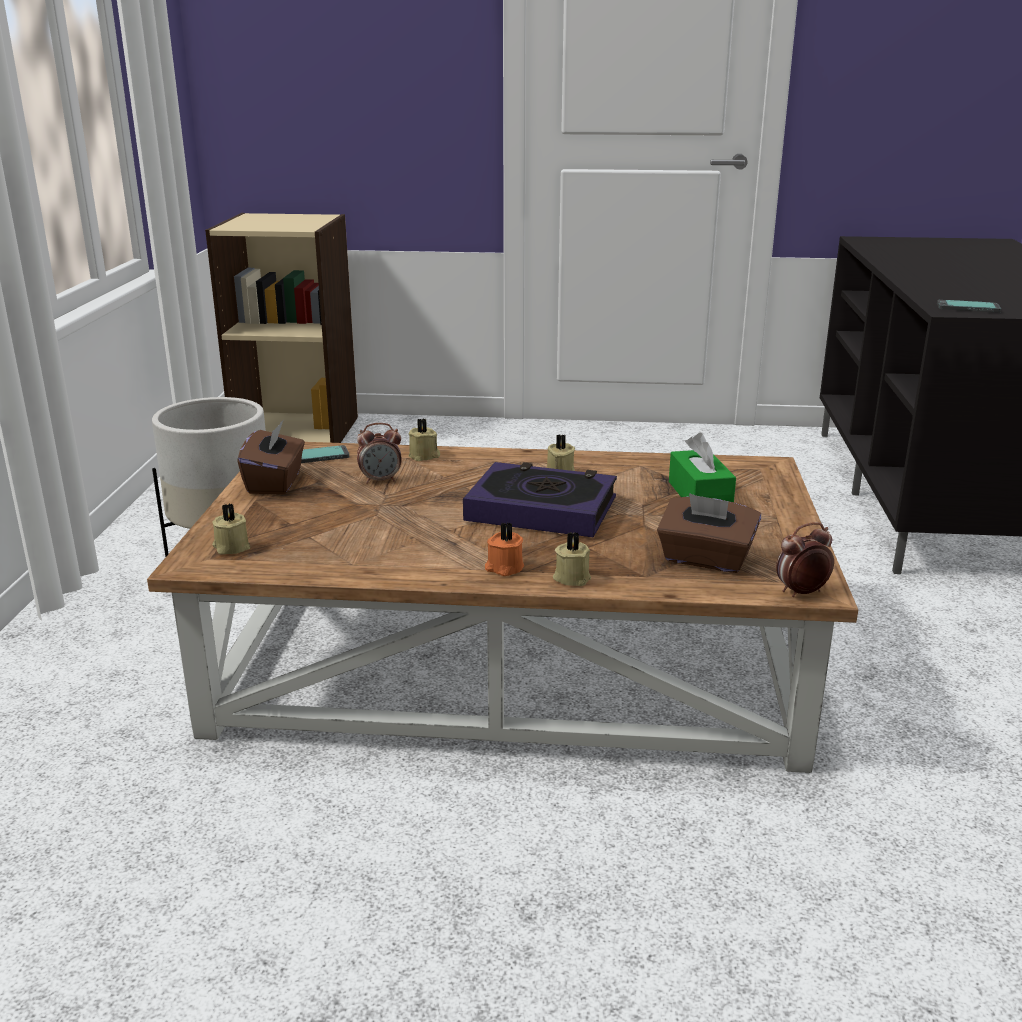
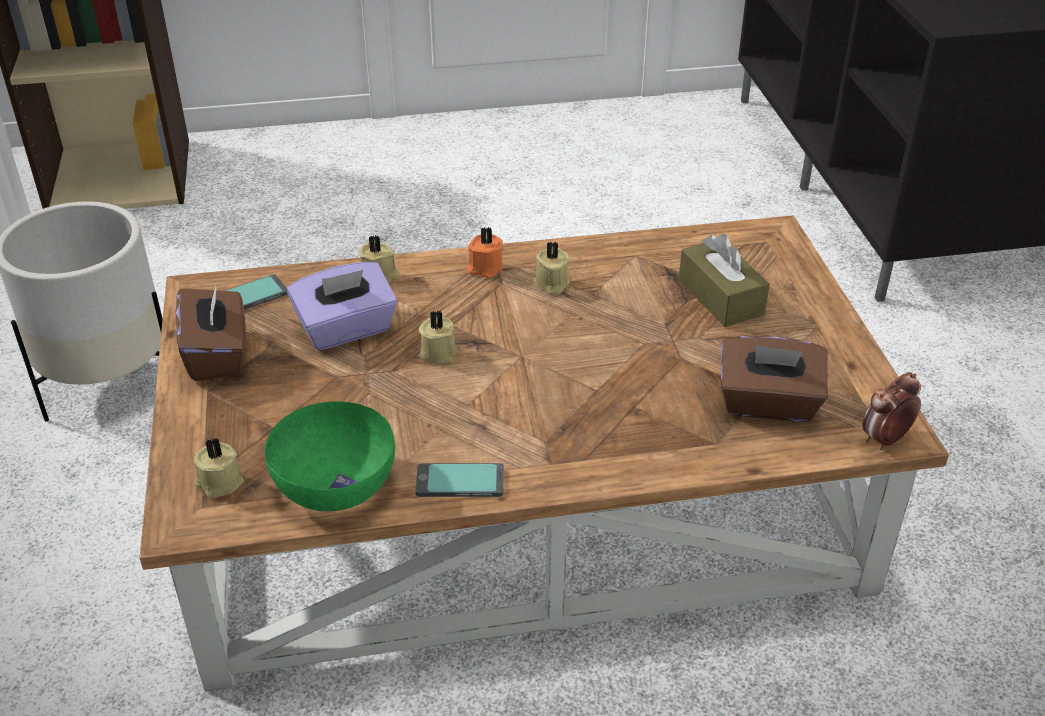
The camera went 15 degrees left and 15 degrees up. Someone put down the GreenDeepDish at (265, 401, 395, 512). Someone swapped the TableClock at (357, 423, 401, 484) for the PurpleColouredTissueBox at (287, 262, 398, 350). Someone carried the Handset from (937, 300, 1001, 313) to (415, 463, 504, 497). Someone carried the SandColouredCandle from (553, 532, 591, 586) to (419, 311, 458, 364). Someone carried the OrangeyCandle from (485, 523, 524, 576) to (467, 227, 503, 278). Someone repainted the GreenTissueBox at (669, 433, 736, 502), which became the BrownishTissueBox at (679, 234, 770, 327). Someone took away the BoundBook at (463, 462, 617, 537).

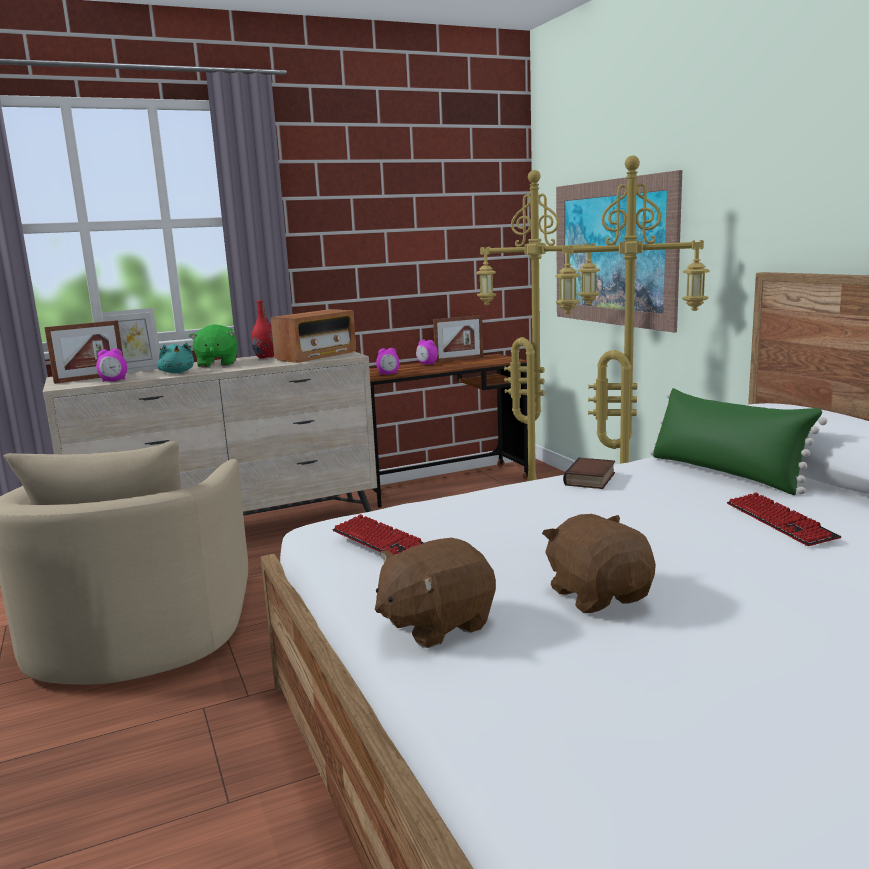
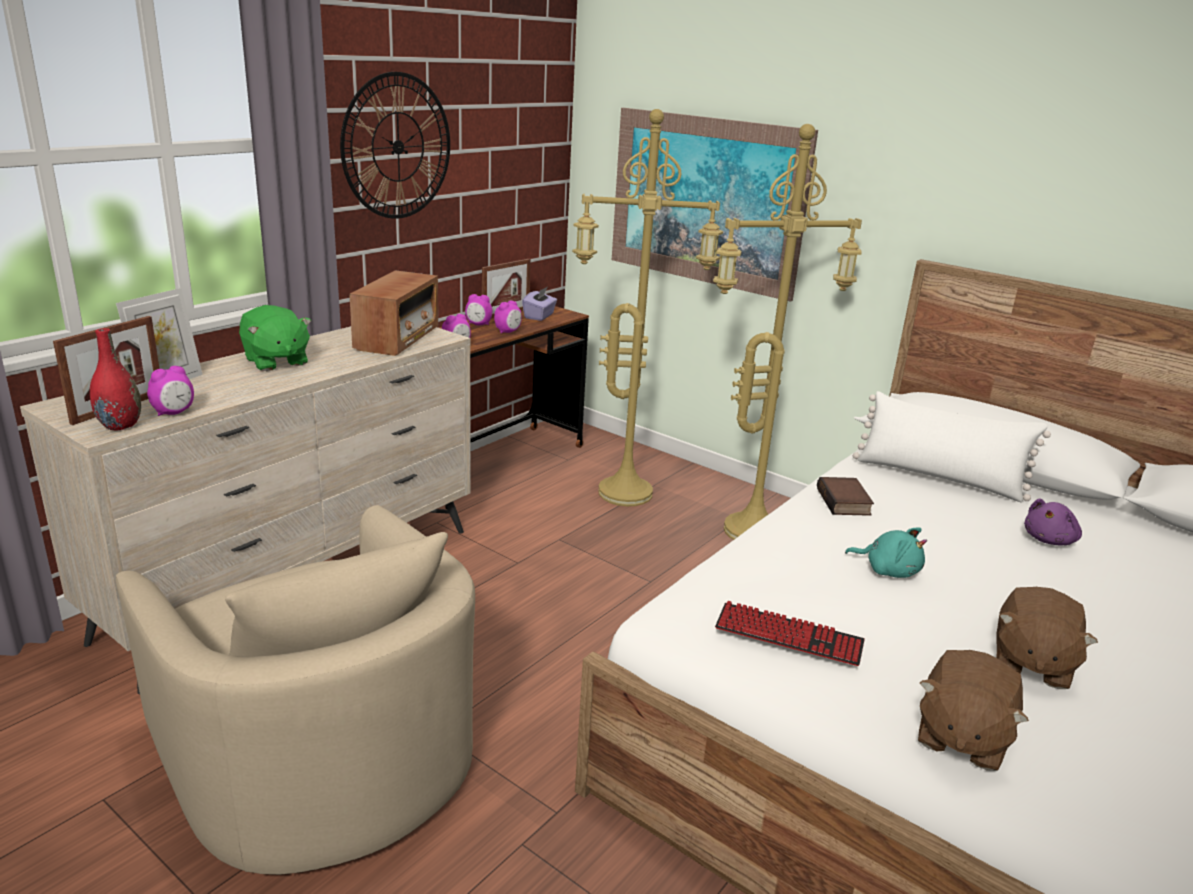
The camera went 30 degrees left and 10 degrees up. Someone carried the RedVase from (251, 300, 274, 359) to (90, 328, 141, 430). Someone put up the HangingClock at (340, 72, 450, 219). Someone put down the TableClock at (494, 300, 522, 333). Someone put down the PurpleColouredTissueBox at (522, 287, 557, 321). Someone carried the TurquoiseCuddlyToy from (157, 343, 194, 373) to (845, 528, 927, 578). Someone repainted the GreenThrowPillow at (650, 388, 827, 495), which became the WhiteColouredThrowPillow at (853, 391, 1051, 502). Someone rotated the BrownishCuddlyToy at (542, 514, 656, 613) by 105 degrees counterclockwise. Someone swapped the Keyboard at (727, 492, 841, 546) for the PurpleColouredCuddlyToy at (1024, 499, 1082, 545).

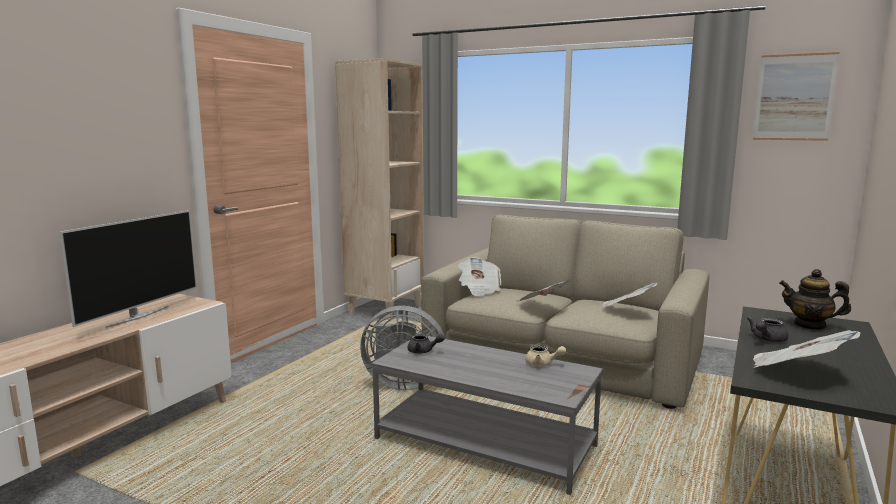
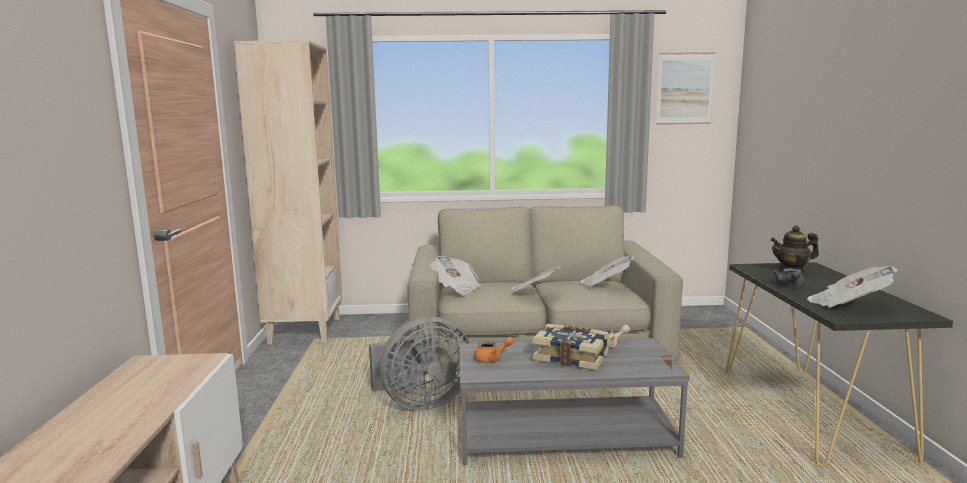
The camera went 30 degrees left and 0 degrees up. Someone repainted the GreyTeaPot at (408, 334, 445, 354), which became the OrangeyTeaPot at (474, 337, 514, 363). Someone put down the BoundBook at (533, 324, 609, 370). Someone took away the TvSet at (59, 210, 197, 328).

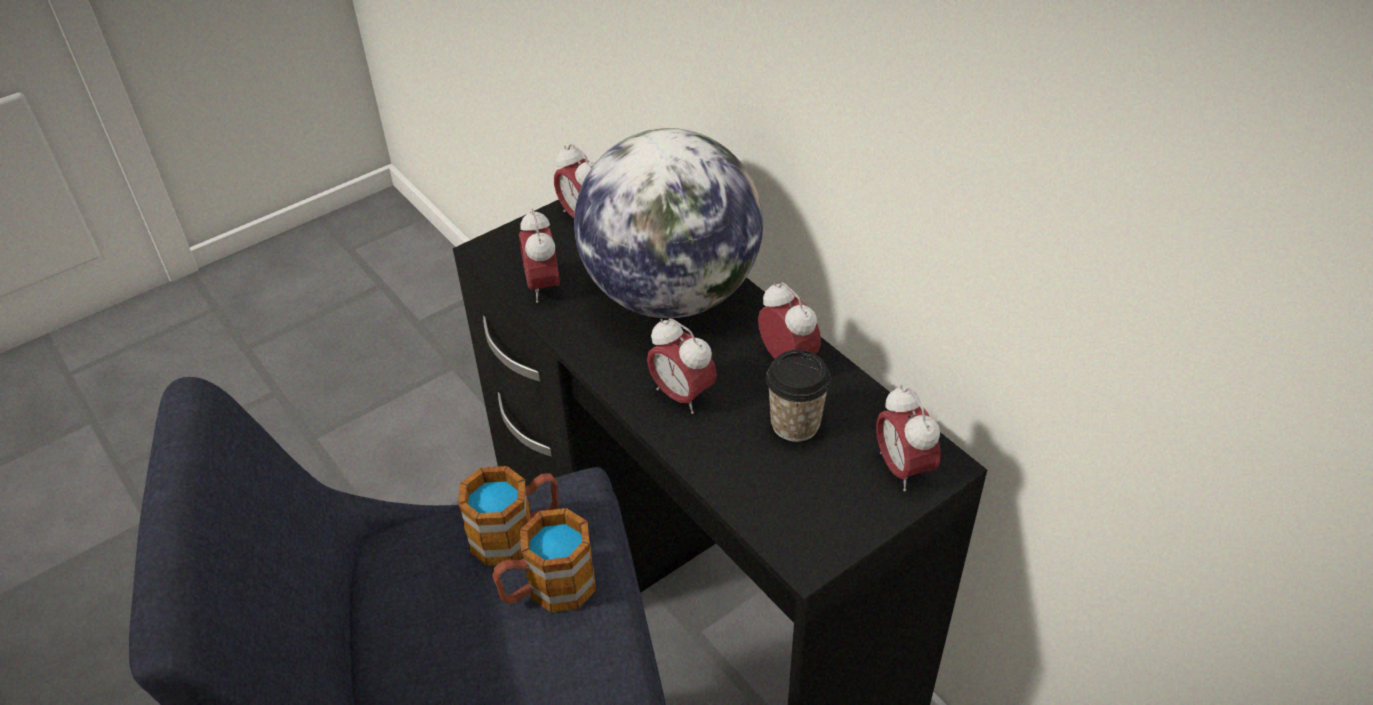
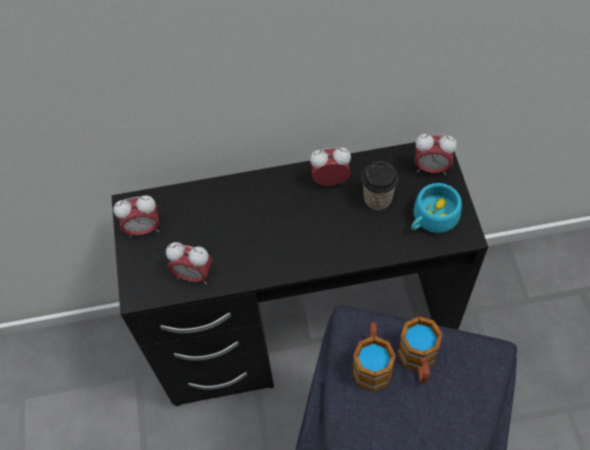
The camera went 60 degrees left and 15 degrees up. Someone put down the TurquoiseSmallCup at (411, 183, 462, 233). Someone took away the DeskGlobe at (574, 128, 763, 318). Someone took away the TableClock at (647, 318, 717, 414).

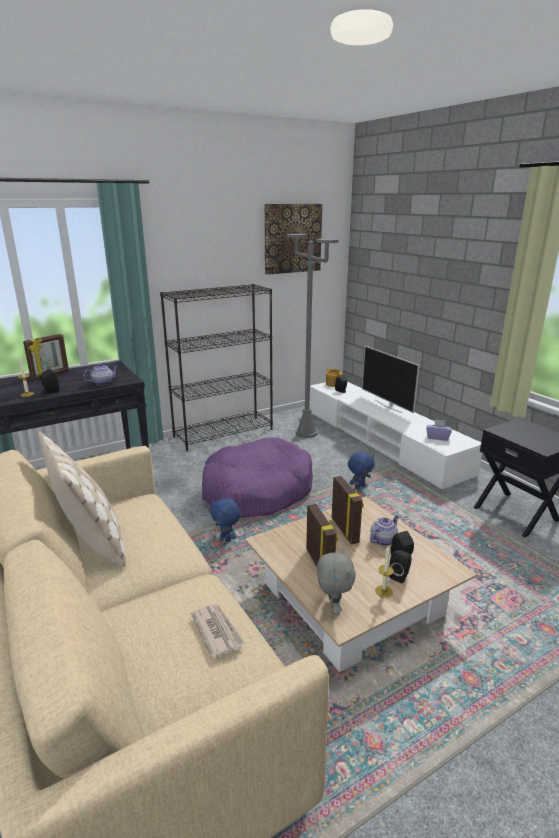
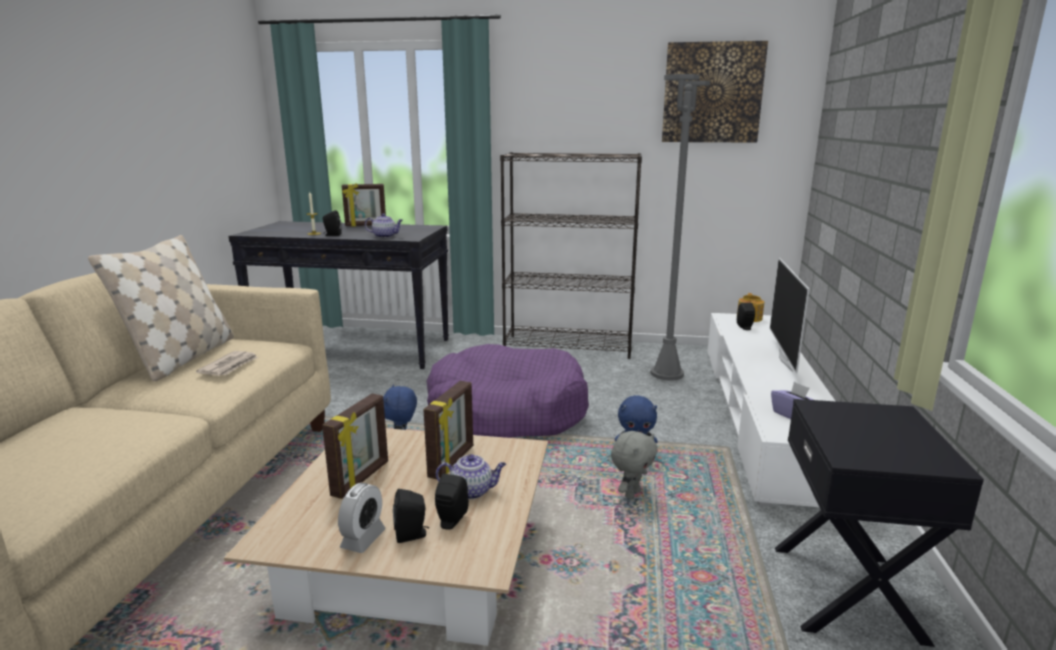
The camera went 40 degrees right and 5 degrees down. Someone carried the PrintedPaper from (191, 604, 245, 658) to (196, 351, 258, 376). Someone swapped the Candle at (375, 545, 394, 598) for the TableClock at (338, 483, 386, 553). Someone carried the GreyCuddlyToy from (317, 549, 356, 615) to (611, 431, 658, 499).

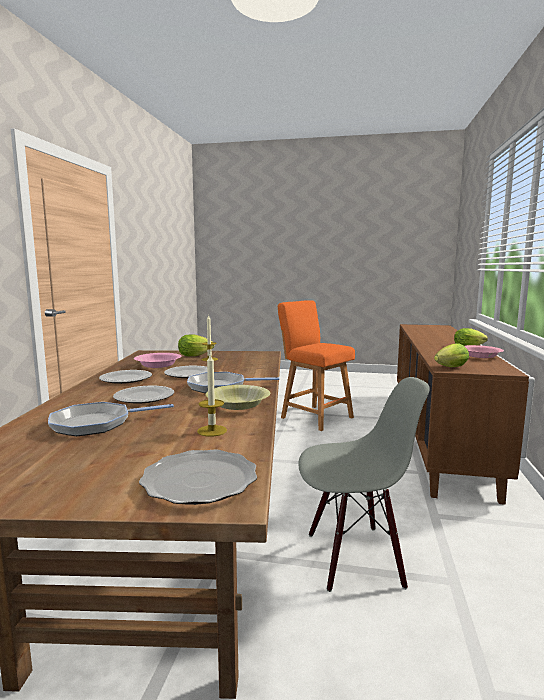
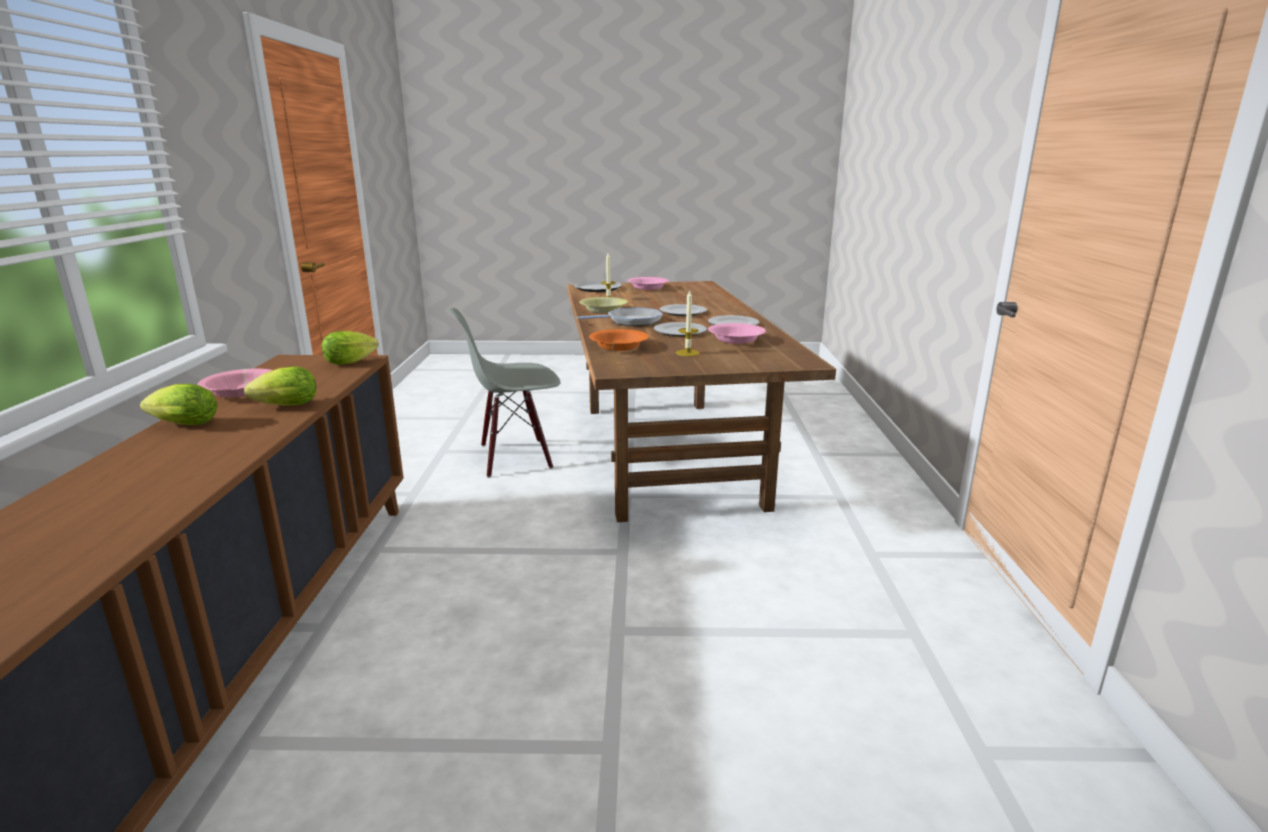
The camera went 170 degrees right and 10 degrees up. Someone carried the HeadOfLettuce from (178, 335, 214, 356) to (244, 366, 316, 406). Someone put down the OrangeyDeepDish at (589, 329, 649, 351). Someone put down the PinkDeepDish at (627, 277, 669, 290). Someone took away the FryingPan at (48, 402, 174, 436). Someone took away the OrangeyStool at (278, 300, 355, 431).

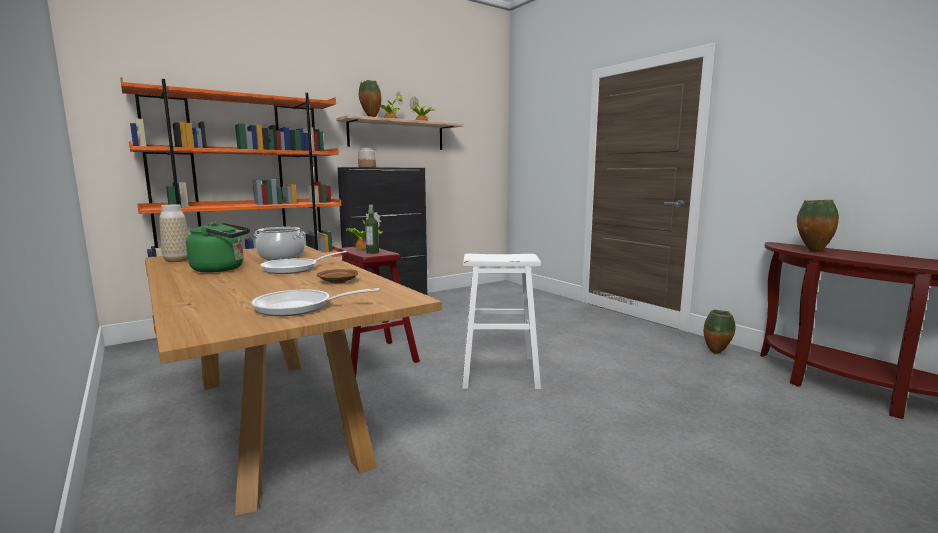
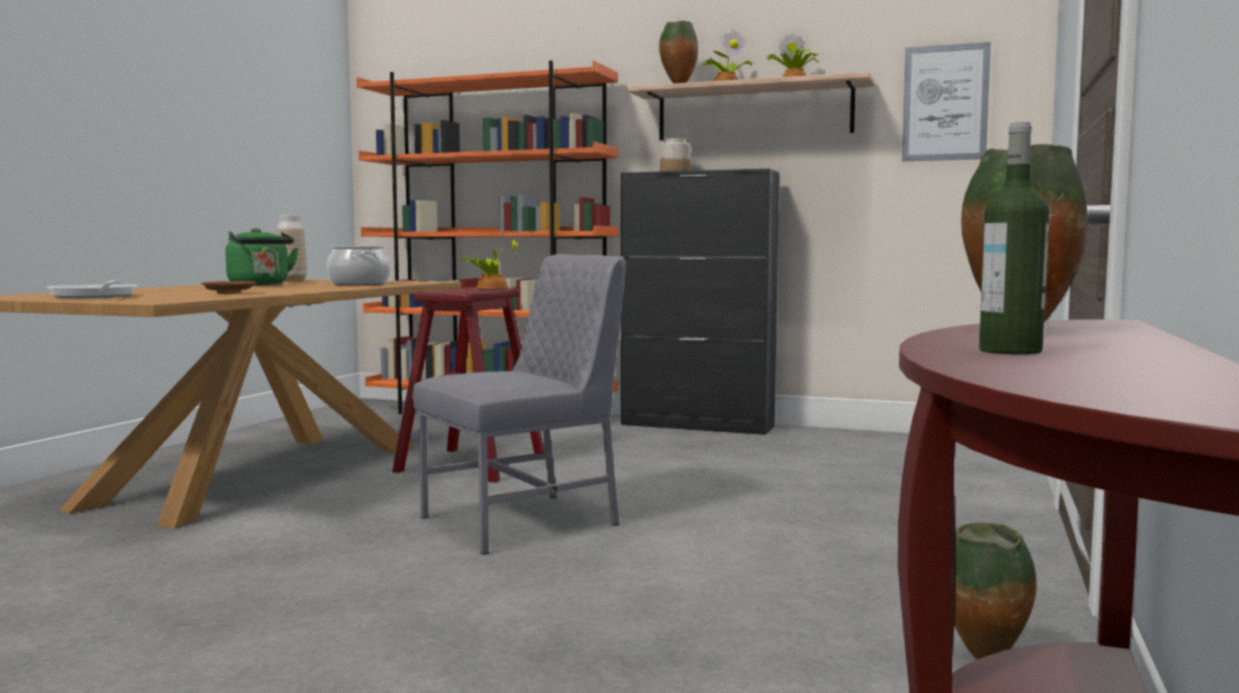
The camera went 55 degrees right and 5 degrees down. Someone swapped the WhiteColouredStool at (462, 254, 541, 389) for the GreyUprightChair at (413, 254, 626, 555). Someone put up the WallArt at (902, 42, 991, 161). Someone carried the Bottle from (365, 205, 379, 254) to (979, 122, 1049, 355). Someone took away the FryingPan at (260, 251, 347, 274).

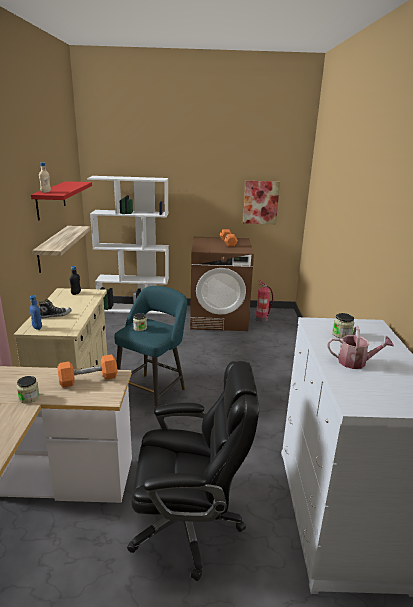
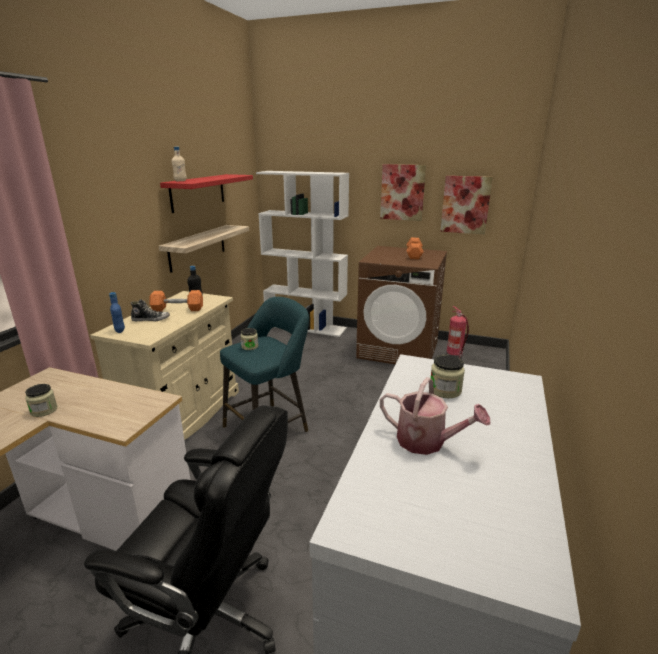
The camera went 20 degrees right and 0 degrees up. Someone carried the OrangeyFreeWeight from (57, 354, 117, 388) to (149, 290, 203, 312). Someone put up the WallArt at (380, 164, 426, 221).

